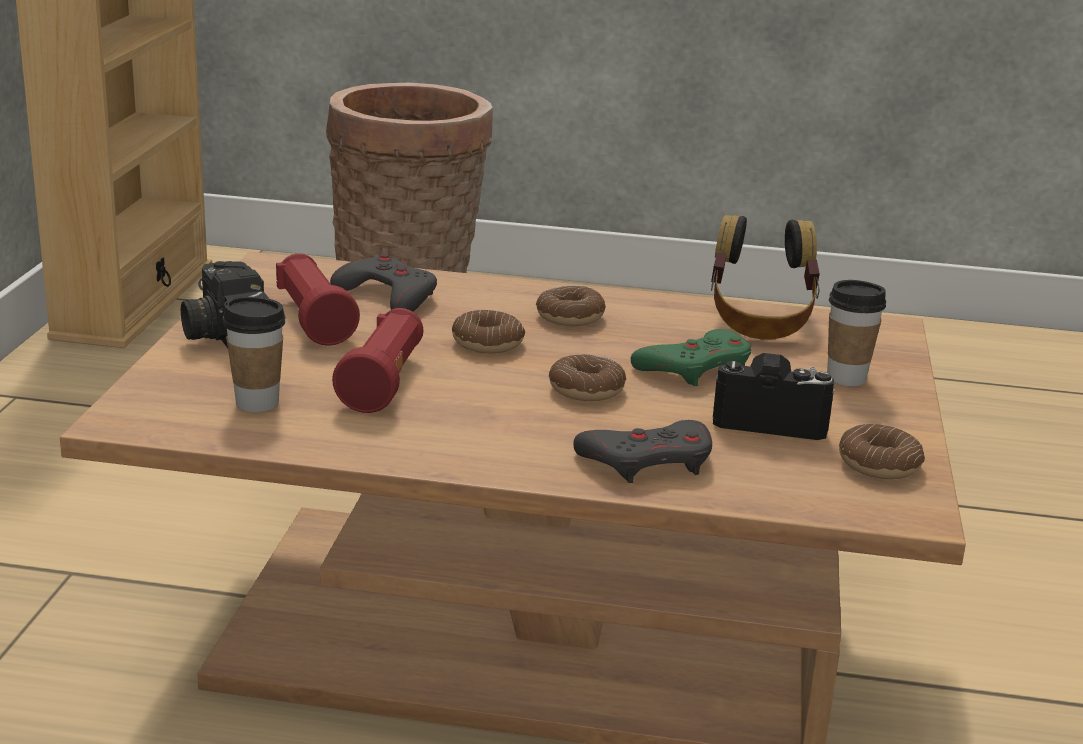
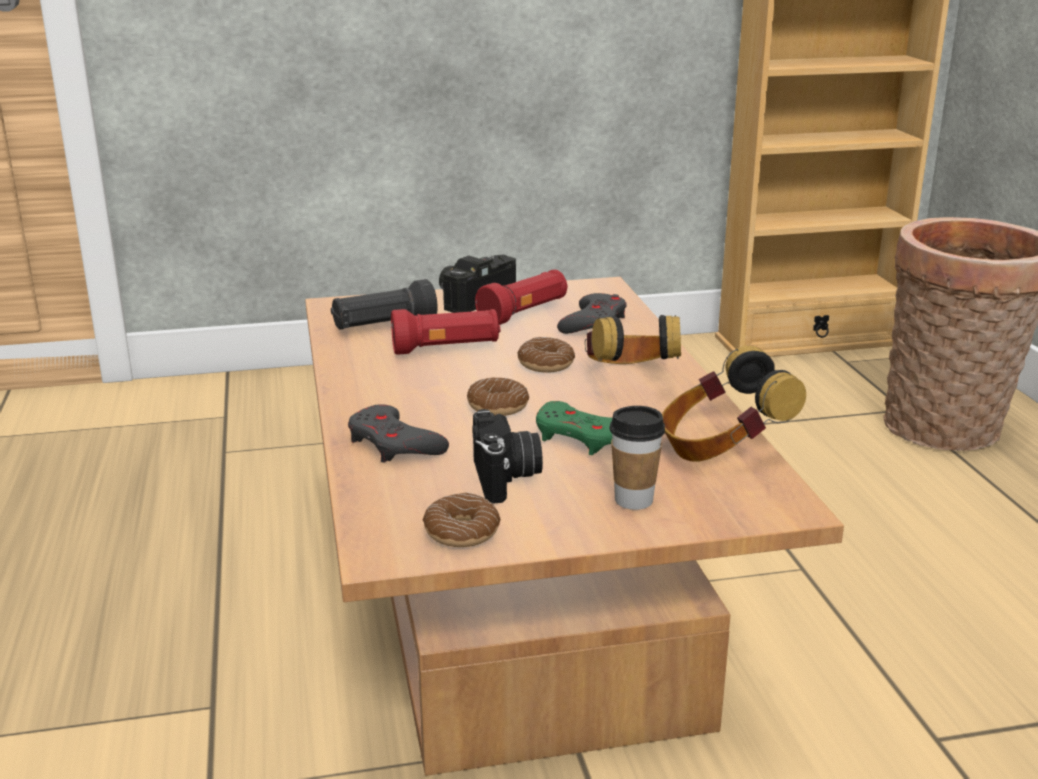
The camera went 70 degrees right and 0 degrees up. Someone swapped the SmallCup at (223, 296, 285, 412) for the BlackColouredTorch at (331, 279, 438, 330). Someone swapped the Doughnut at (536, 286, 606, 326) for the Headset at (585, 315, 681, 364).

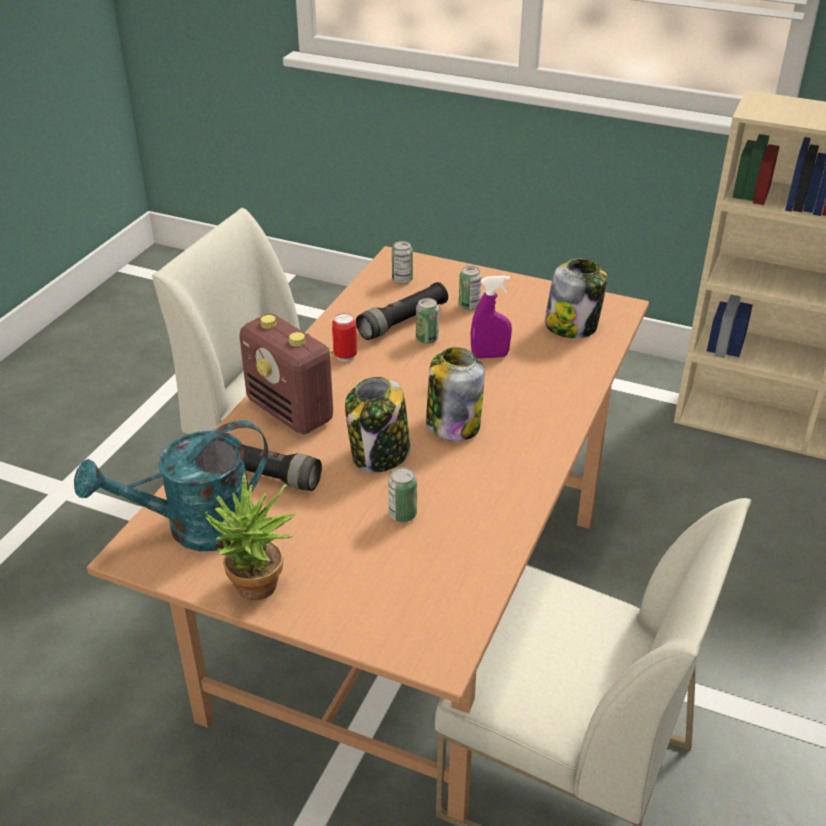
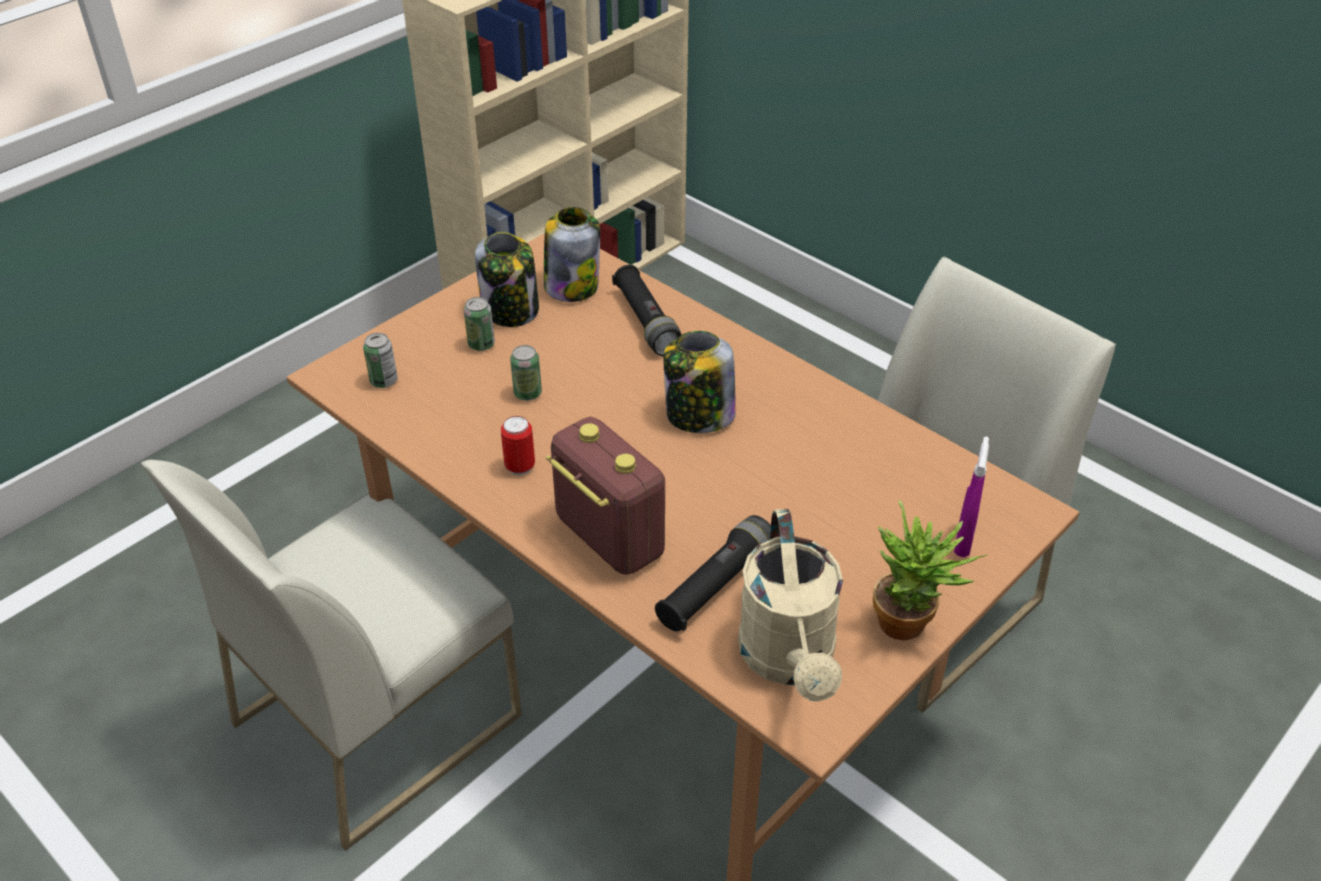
The camera went 70 degrees left and 5 degrees up. Someone carried the Jar from (345, 377, 410, 472) to (475, 232, 539, 327). Someone rotated the RadioSet at (240, 313, 334, 434) by 105 degrees counterclockwise. Someone carried the BlackColouredTorch from (356, 282, 448, 340) to (612, 265, 682, 356). Someone repainted the TurquoiseWateringPot at (74, 420, 268, 551), which became the SandColouredWateringPot at (738, 509, 843, 702). Someone carried the PurpleColouredSprayer from (471, 276, 512, 359) to (954, 437, 989, 557). Someone took away the MetalCan at (388, 467, 417, 522).

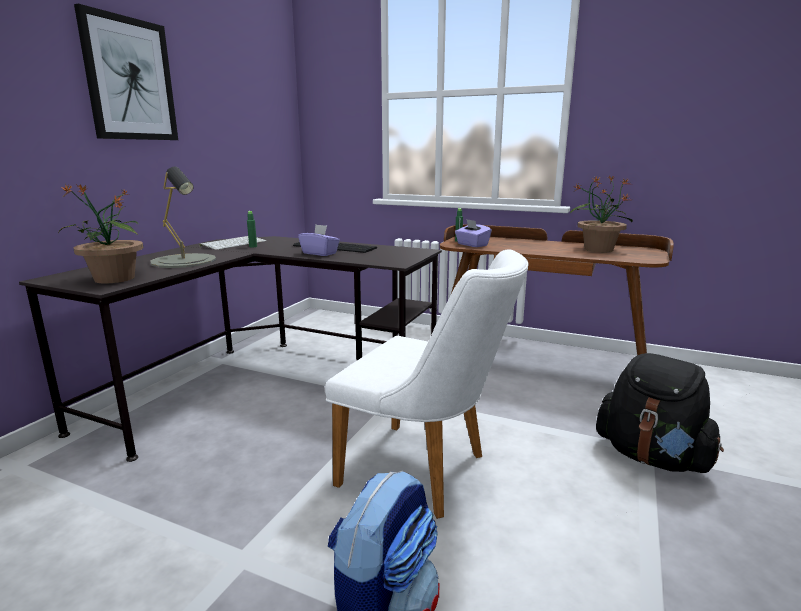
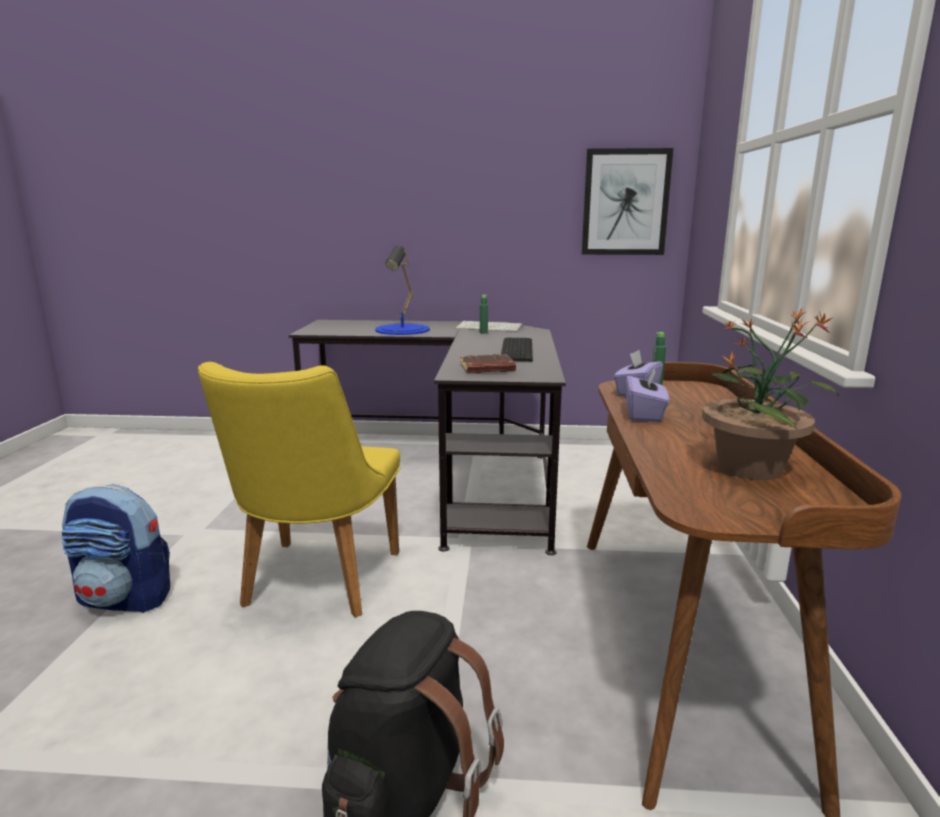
The camera went 70 degrees right and 0 degrees up. Someone repainted the WhiteColouredUprightChair at (325, 249, 529, 519), which became the YellowishUprightChair at (198, 362, 400, 618). Someone repainted the GreyTableLamp at (151, 167, 216, 268), which became the BlueTableLamp at (375, 245, 430, 335). Someone put down the BrownishBoundBook at (460, 354, 516, 373). Someone carried the WallArt from (74, 4, 178, 140) to (582, 148, 673, 255). Someone carried the PurpleColouredTissueBox from (298, 225, 340, 256) to (626, 368, 669, 422). Someone took away the Houseplant at (59, 184, 144, 283).

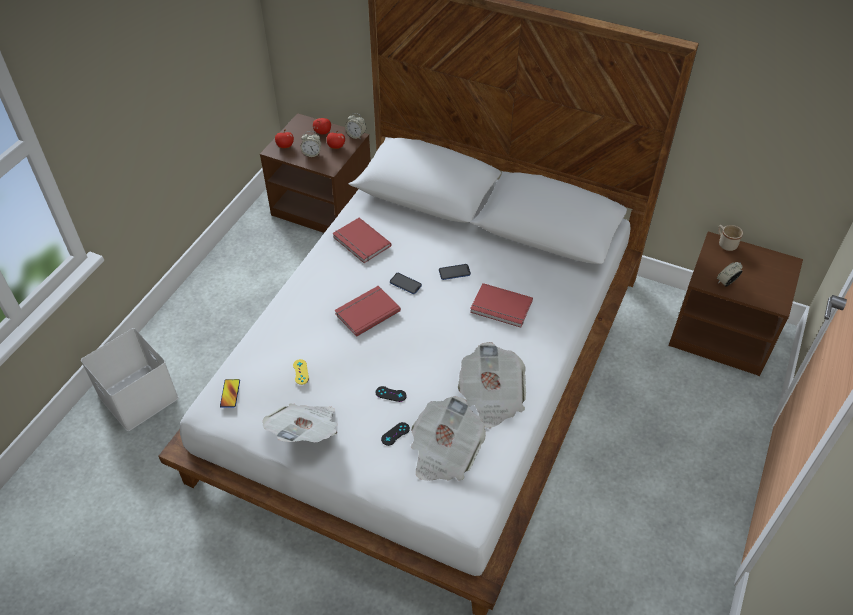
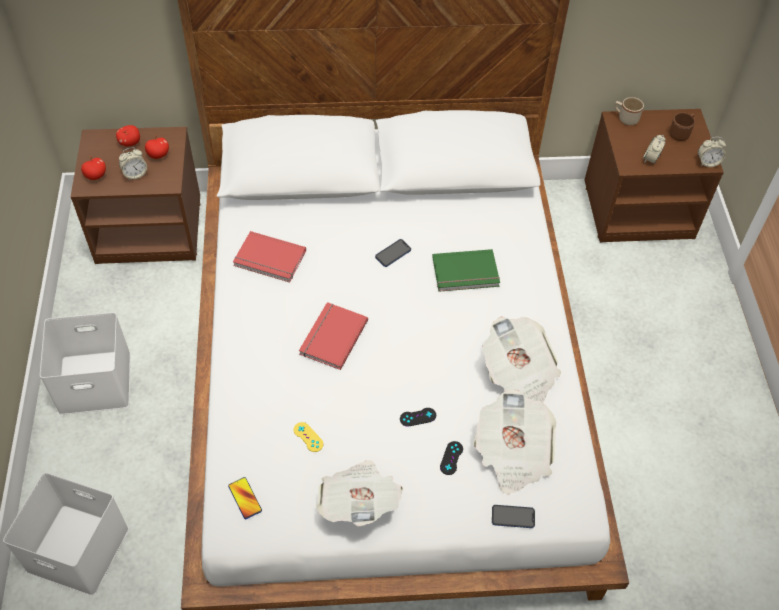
The camera went 30 degrees left and 5 degrees up. Someone put down the WhiteColouredStorageBox at (40, 312, 130, 415). Someone repainted the RedBoundBook at (470, 283, 533, 328), which became the GreenBoundBook at (433, 249, 500, 292). Someone carried the Handset from (390, 273, 422, 294) to (492, 505, 535, 528). Someone put down the BrownishCoffeeMug at (669, 112, 695, 141). Someone carried the TableClock from (345, 113, 366, 140) to (698, 137, 726, 167).

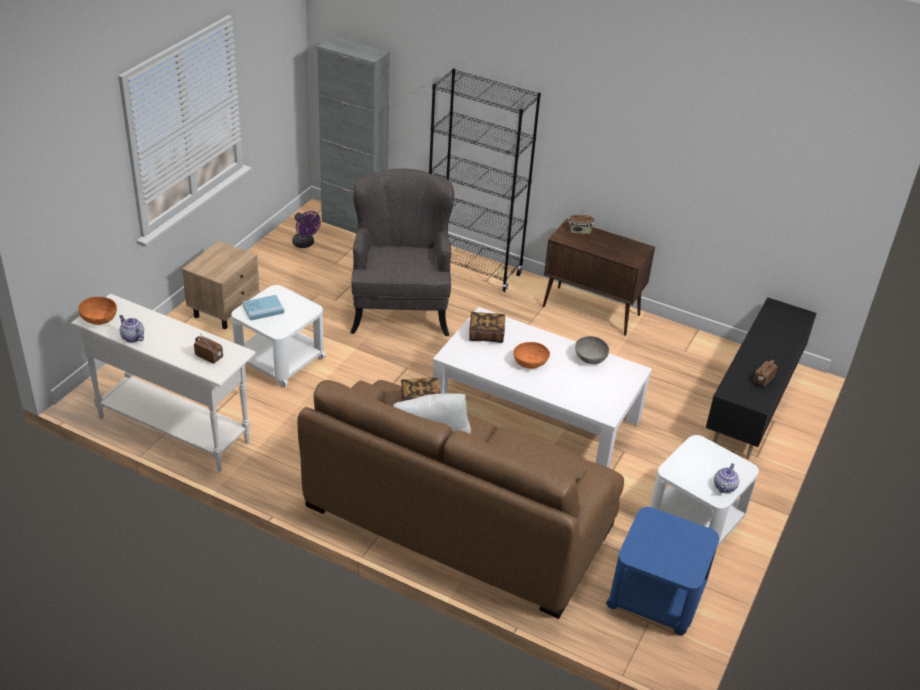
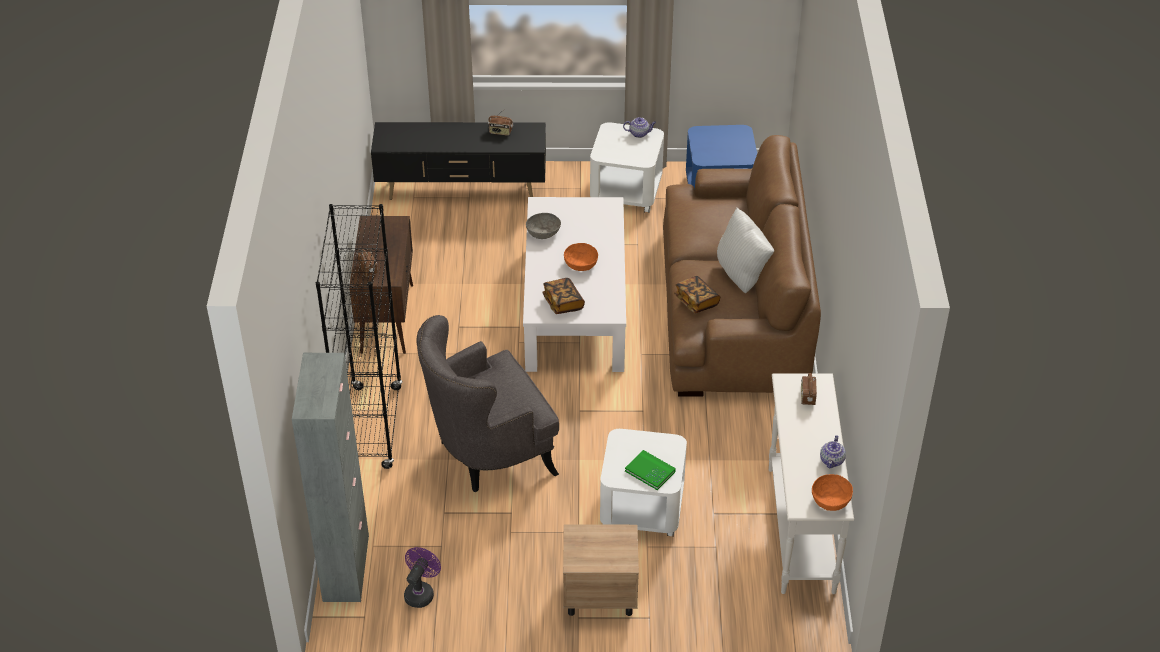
The camera went 115 degrees left and 5 degrees up. Someone repainted the BlueBoundBook at (243, 295, 284, 321), which became the GreenBoundBook at (625, 450, 676, 490).

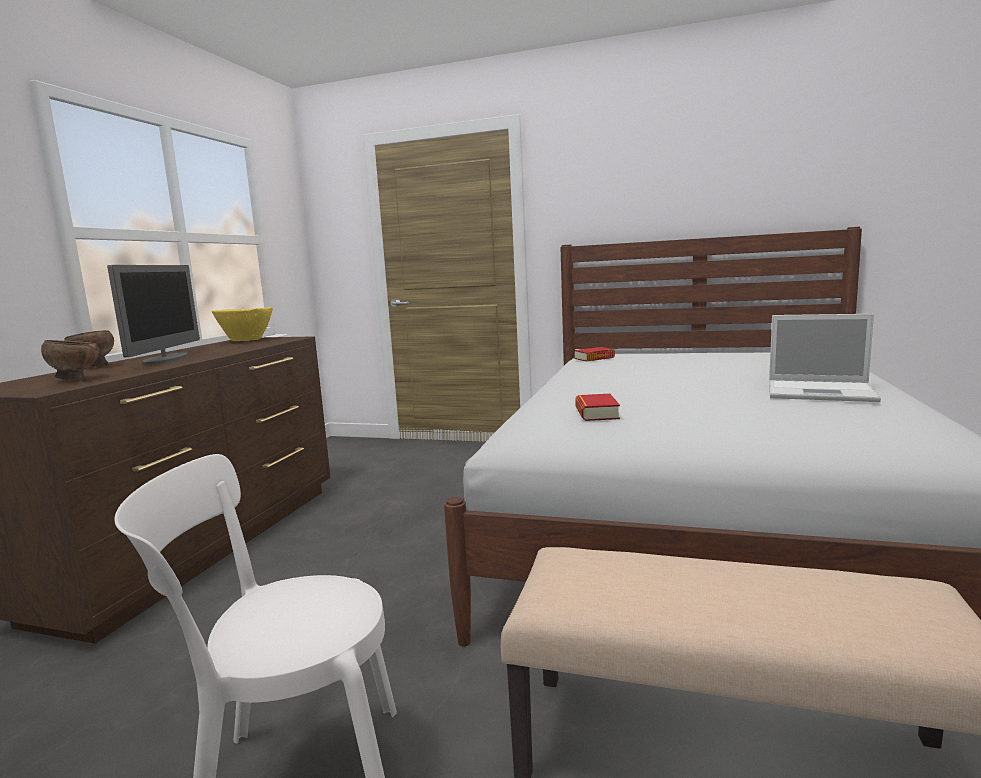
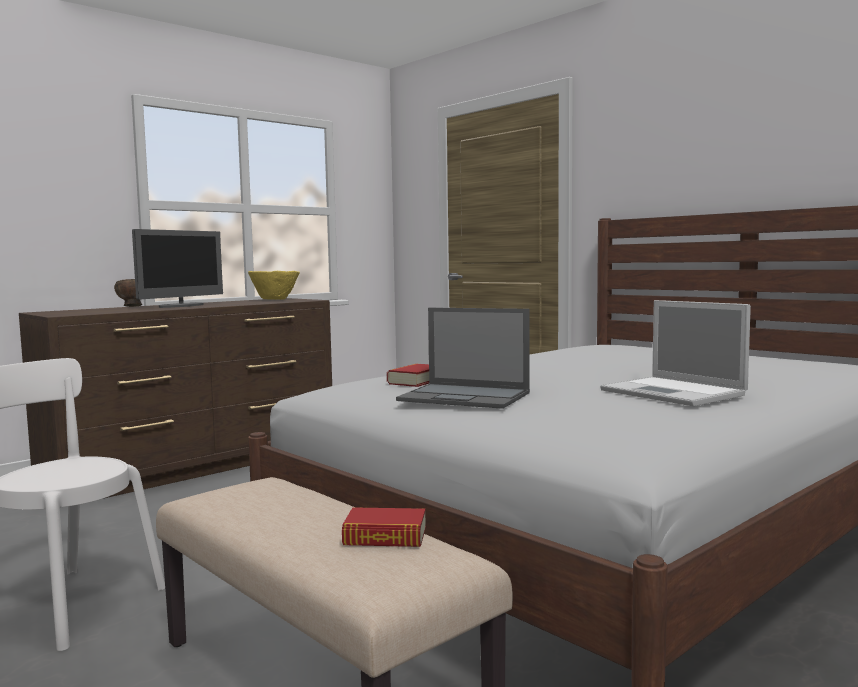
The camera went 30 degrees right and 5 degrees down. Someone carried the BoundBook from (574, 347, 615, 362) to (342, 507, 426, 547). Someone put down the PortableComputer at (396, 308, 530, 409). Someone took away the BrownishDeepDish at (41, 340, 99, 380).

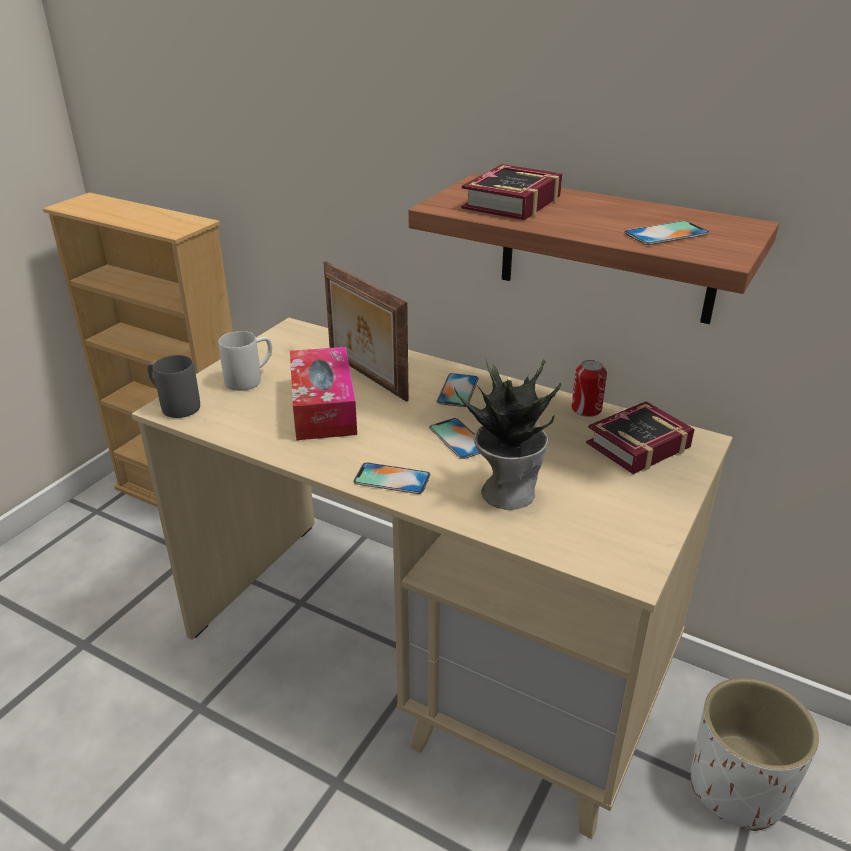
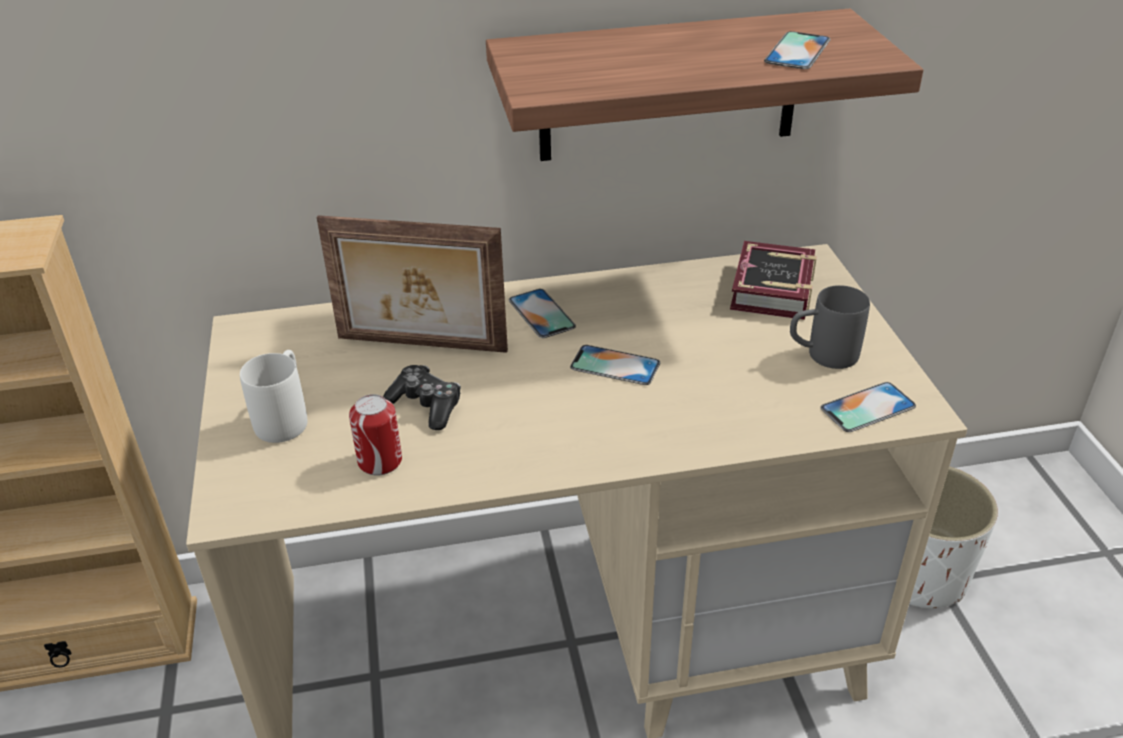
The camera went 40 degrees left and 5 degrees up. Someone carried the MetalCan from (572, 360, 607, 417) to (349, 394, 402, 476). Someone swapped the TissueBox at (290, 347, 357, 440) for the Joypad at (383, 365, 461, 430). Someone carried the GreyCoffeeMug from (147, 355, 200, 418) to (790, 285, 870, 369). Someone carried the Handset from (353, 462, 431, 494) to (820, 382, 916, 432). Someone took away the Houseplant at (454, 358, 561, 510). Someone took away the BoundBook at (461, 164, 562, 220).

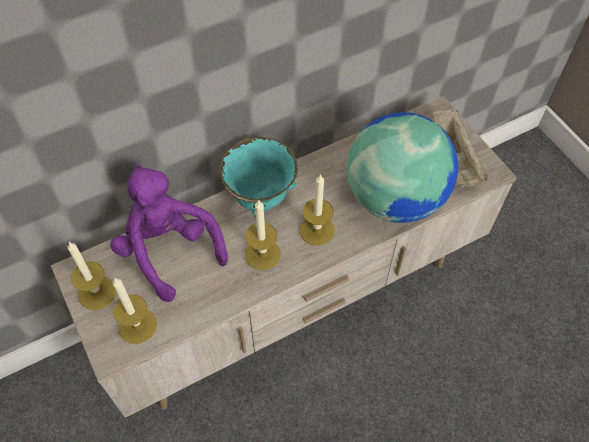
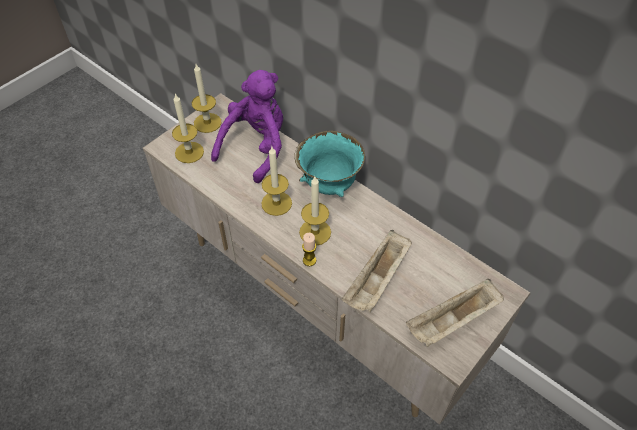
The camera went 70 degrees right and 5 degrees down. Someone put down the Candle at (302, 233, 316, 266). Someone swapped the DeskGlobe at (347, 112, 458, 223) for the SandColouredCarryingTray at (342, 230, 412, 312).

